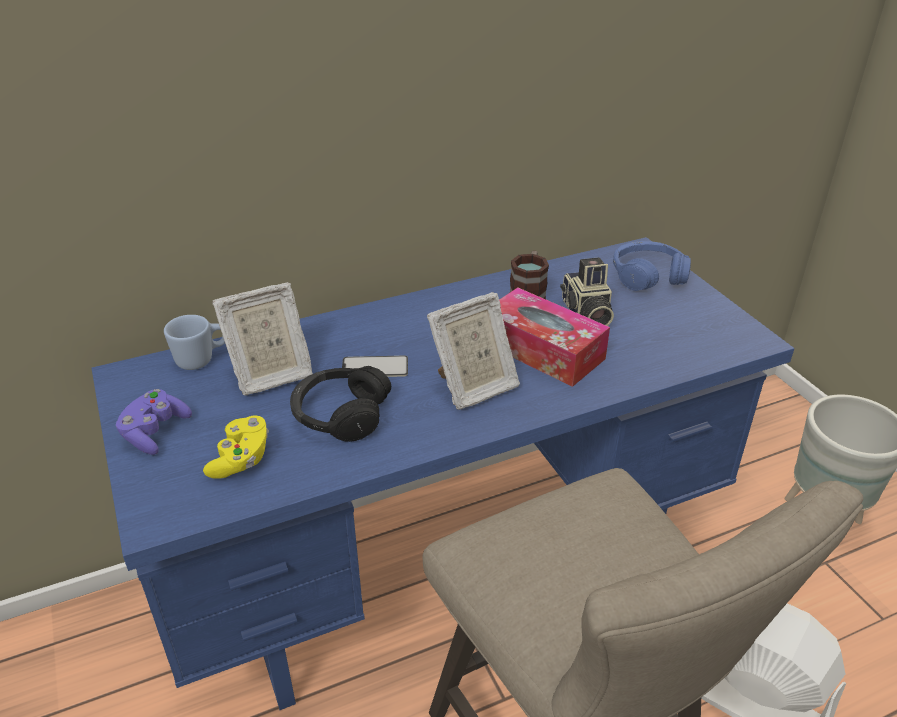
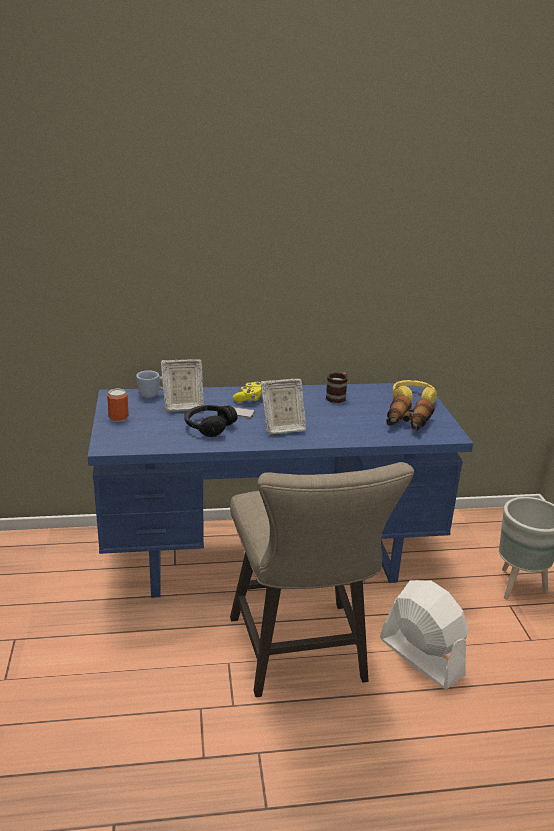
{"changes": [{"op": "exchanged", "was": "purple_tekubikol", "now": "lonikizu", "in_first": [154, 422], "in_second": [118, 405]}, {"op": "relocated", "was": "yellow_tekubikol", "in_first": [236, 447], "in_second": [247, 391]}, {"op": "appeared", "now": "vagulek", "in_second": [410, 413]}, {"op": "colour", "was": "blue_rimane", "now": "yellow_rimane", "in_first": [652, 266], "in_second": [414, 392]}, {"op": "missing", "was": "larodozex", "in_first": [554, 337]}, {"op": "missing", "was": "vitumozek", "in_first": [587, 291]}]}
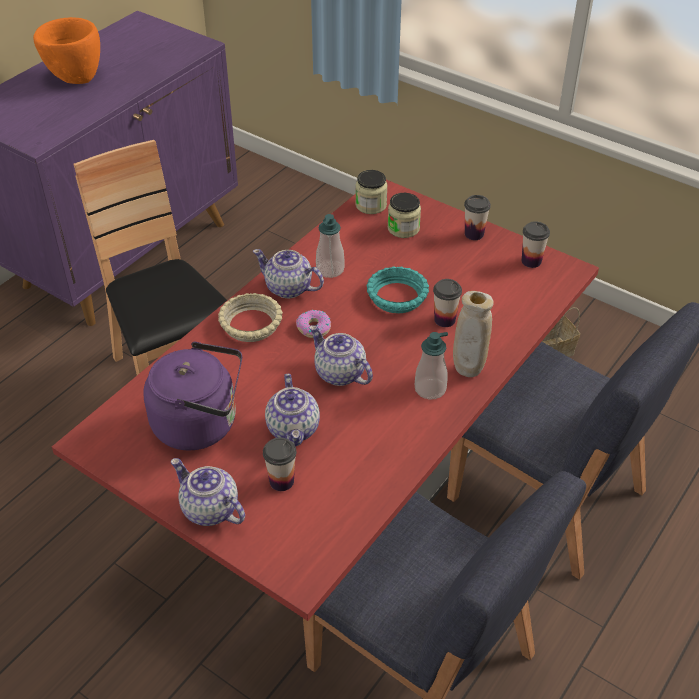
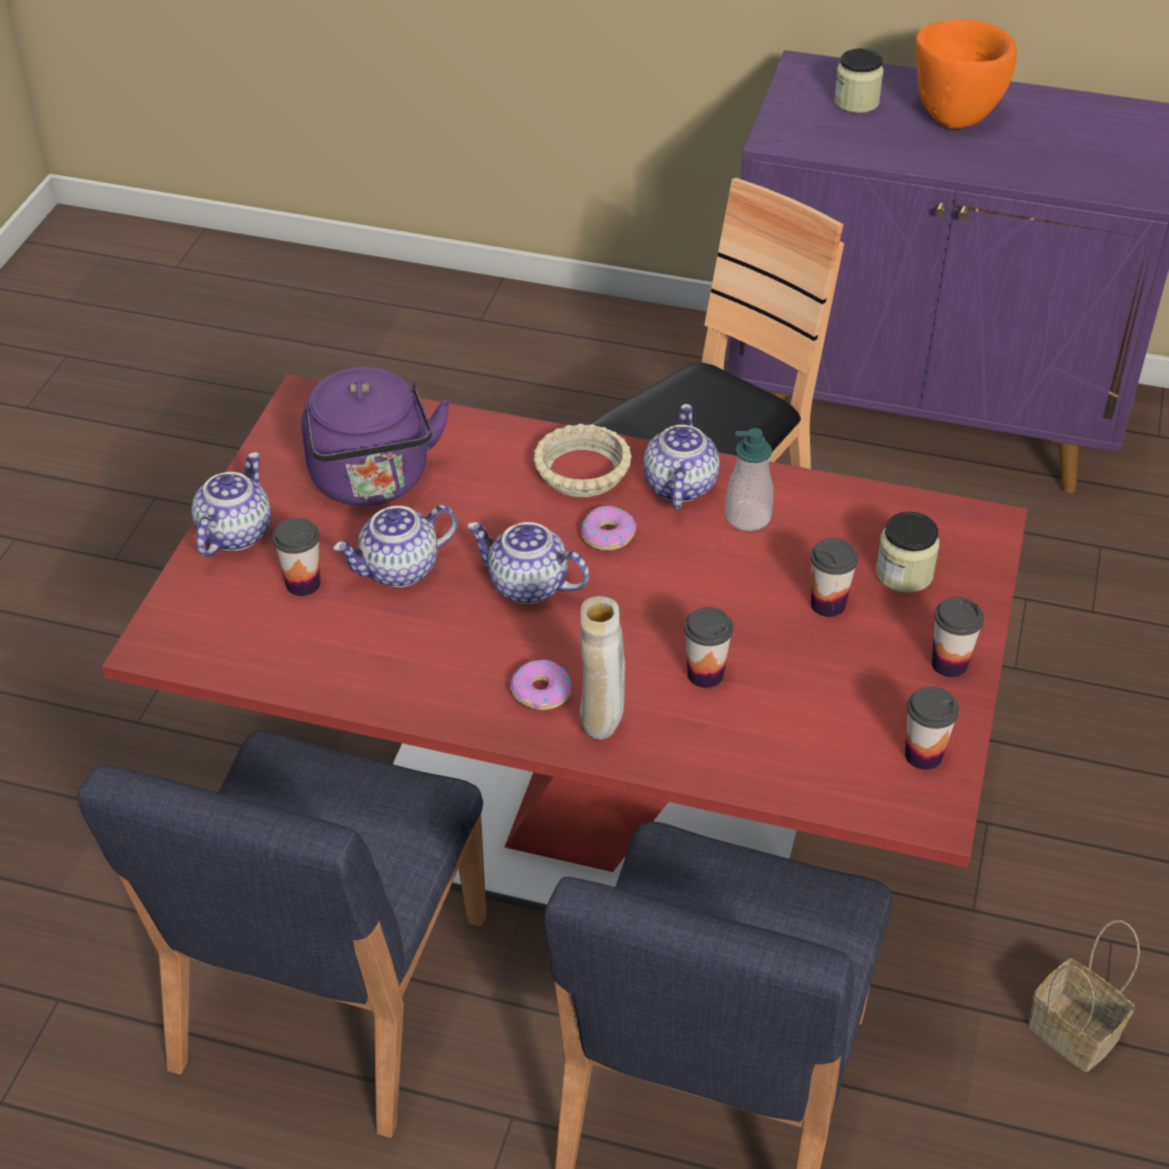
{"changes": [{"op": "spun", "was": "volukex", "in_first": [341, 355], "in_second": [528, 563], "clockwise": -90}, {"op": "exchanged", "was": "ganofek", "now": "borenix", "in_first": [431, 365], "in_second": [541, 684]}, {"op": "appeared", "now": "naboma", "in_second": [834, 577]}, {"op": "relocated", "was": "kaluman", "in_first": [371, 192], "in_second": [858, 80]}, {"op": "missing", "was": "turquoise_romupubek", "in_first": [397, 289]}]}
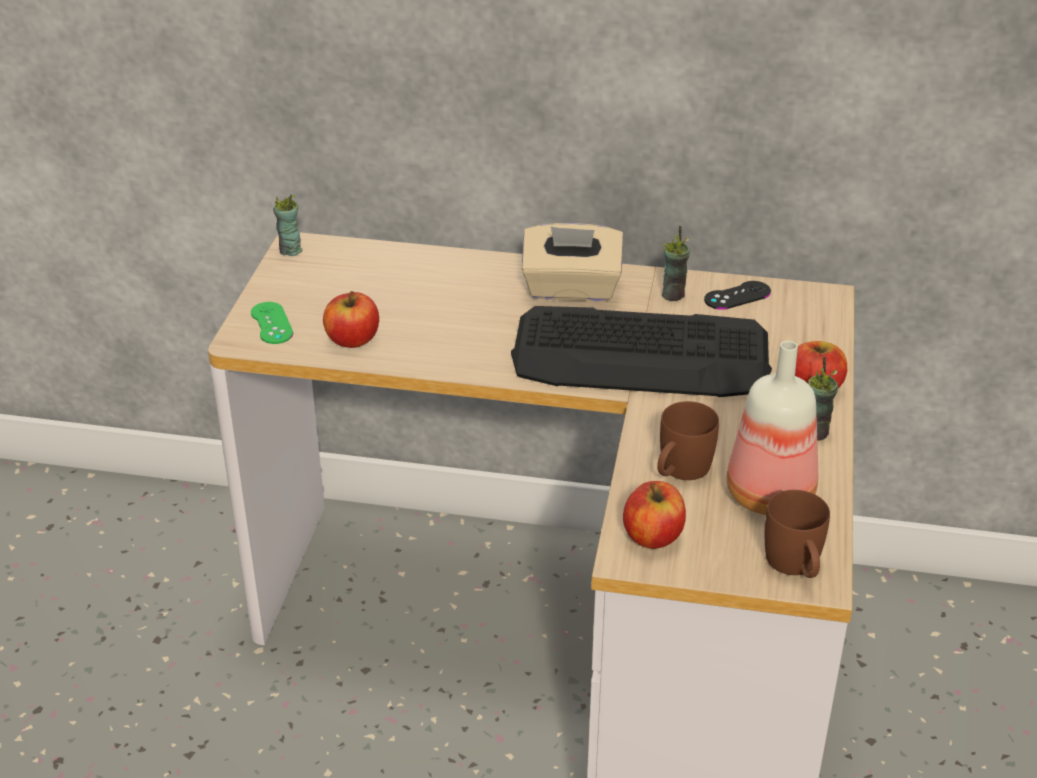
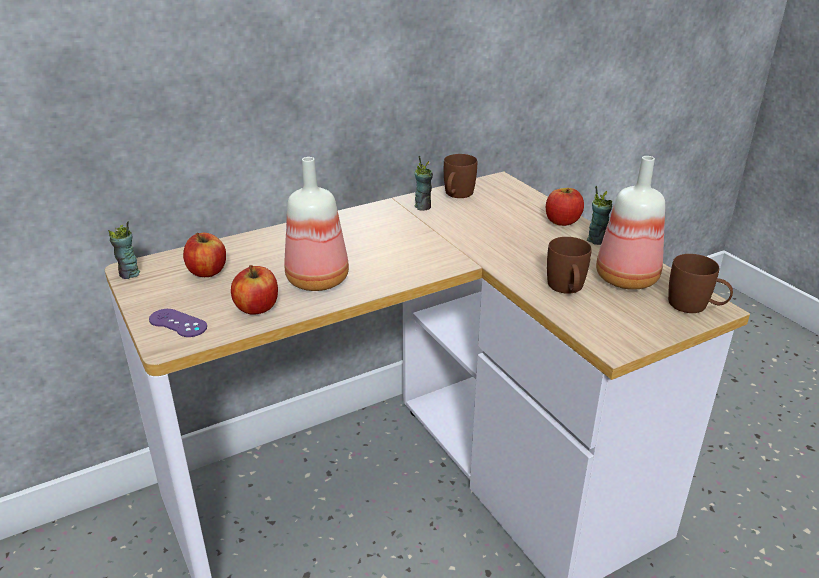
{"changes": [{"op": "colour", "was": "green_tekubikol", "now": "purple_tekubikol", "in_first": [272, 323], "in_second": [178, 323]}, {"op": "relocated", "was": "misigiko", "in_first": [654, 515], "in_second": [204, 255]}, {"op": "appeared", "now": "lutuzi", "in_second": [317, 224]}, {"op": "exchanged", "was": "black_tekubikol", "now": "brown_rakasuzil", "in_first": [737, 295], "in_second": [460, 176]}, {"op": "missing", "was": "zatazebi", "in_first": [641, 351]}, {"op": "missing", "was": "beige_larodozex", "in_first": [572, 262]}]}
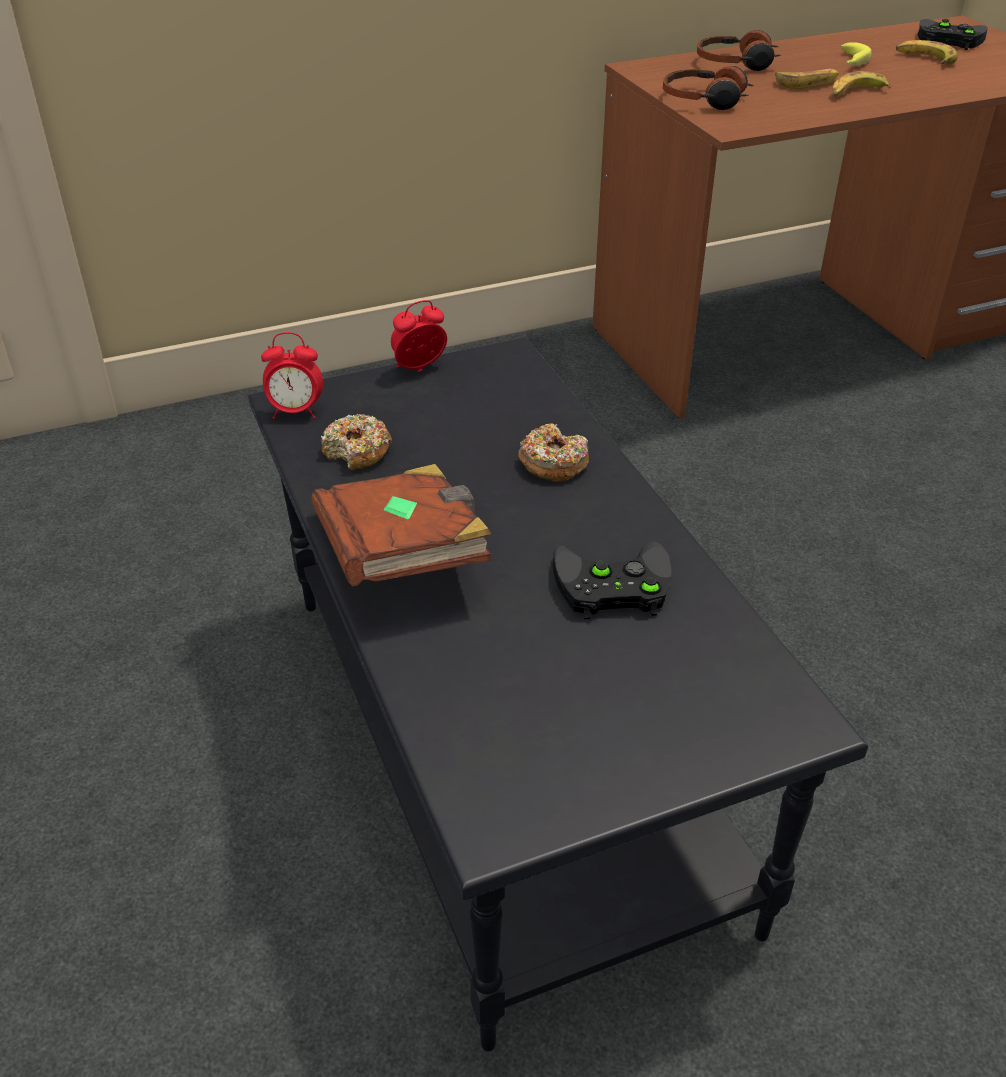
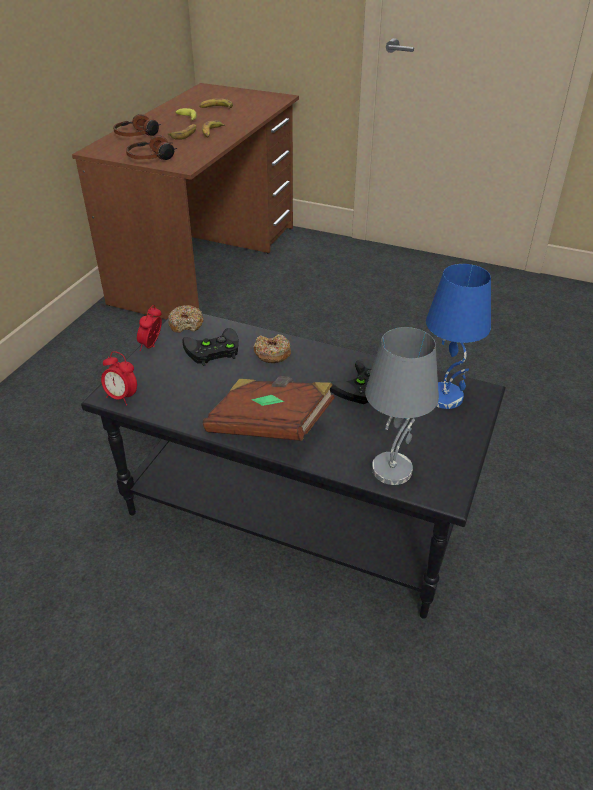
{"changes": [{"op": "spun", "was": "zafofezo", "in_first": [292, 375], "in_second": [119, 378], "clockwise": 75}, {"op": "relocated", "was": "borenix", "in_first": [356, 441], "in_second": [186, 319]}, {"op": "relocated", "was": "black_tekubikol", "in_first": [953, 34], "in_second": [210, 347]}, {"op": "appeared", "now": "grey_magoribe", "in_second": [402, 406]}, {"op": "appeared", "now": "blue_magoribe", "in_second": [458, 336]}]}
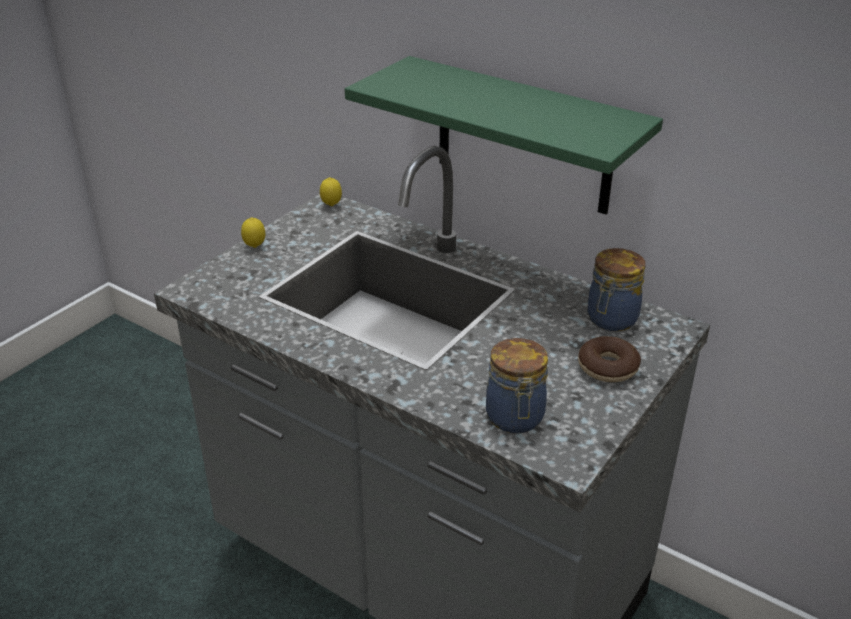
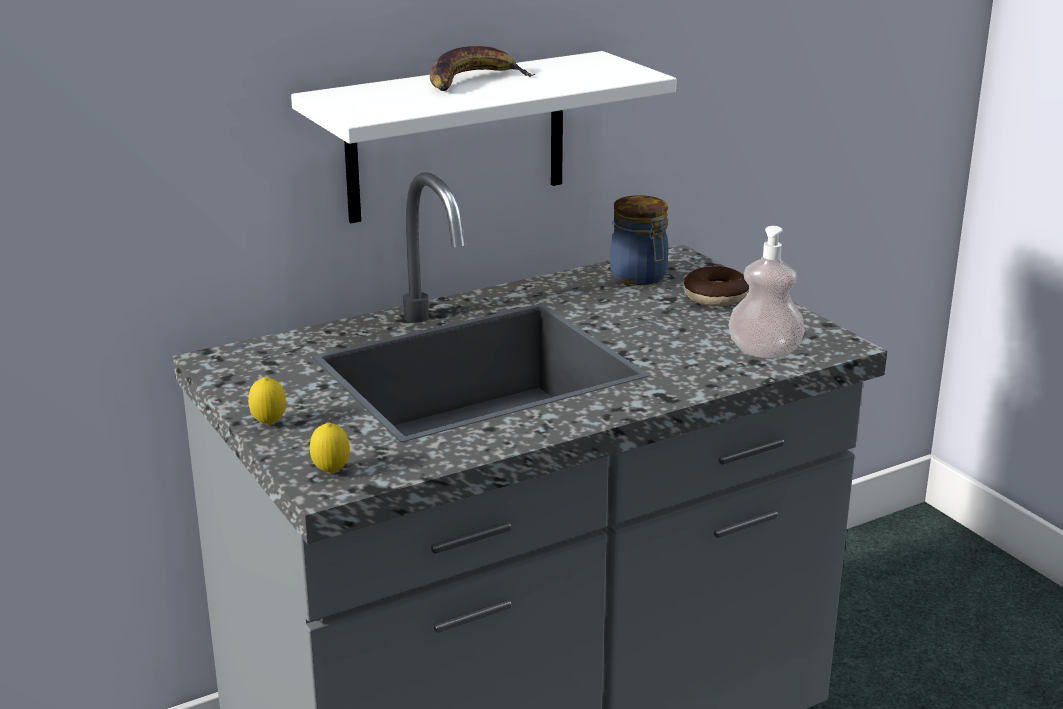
{"changes": [{"op": "colour", "was": "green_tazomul", "now": "white_tazomul", "in_first": [504, 135], "in_second": [484, 137]}, {"op": "relocated", "was": "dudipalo", "in_first": [331, 191], "in_second": [330, 448]}, {"op": "appeared", "now": "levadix", "in_second": [482, 68]}, {"op": "exchanged", "was": "kaluman", "now": "ganofek", "in_first": [517, 385], "in_second": [767, 292]}]}
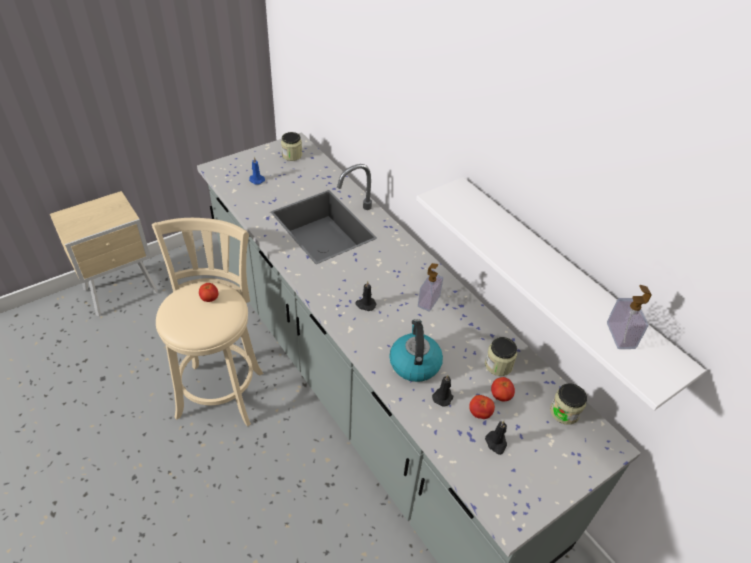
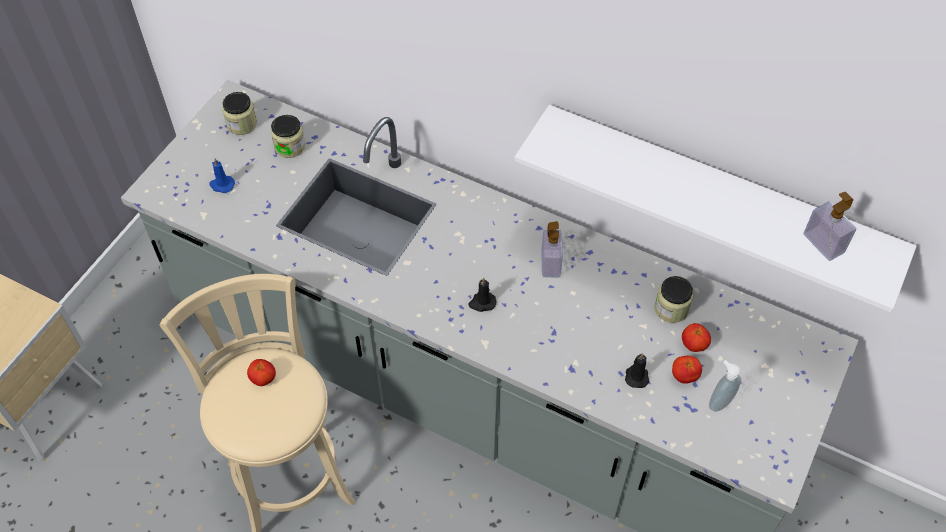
{"changes": [{"op": "relocated", "was": "kaluman", "in_first": [568, 404], "in_second": [288, 136]}, {"op": "exchanged", "was": "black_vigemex", "now": "ganofek", "in_first": [496, 437], "in_second": [725, 386]}, {"op": "missing", "was": "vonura", "in_first": [416, 350]}]}
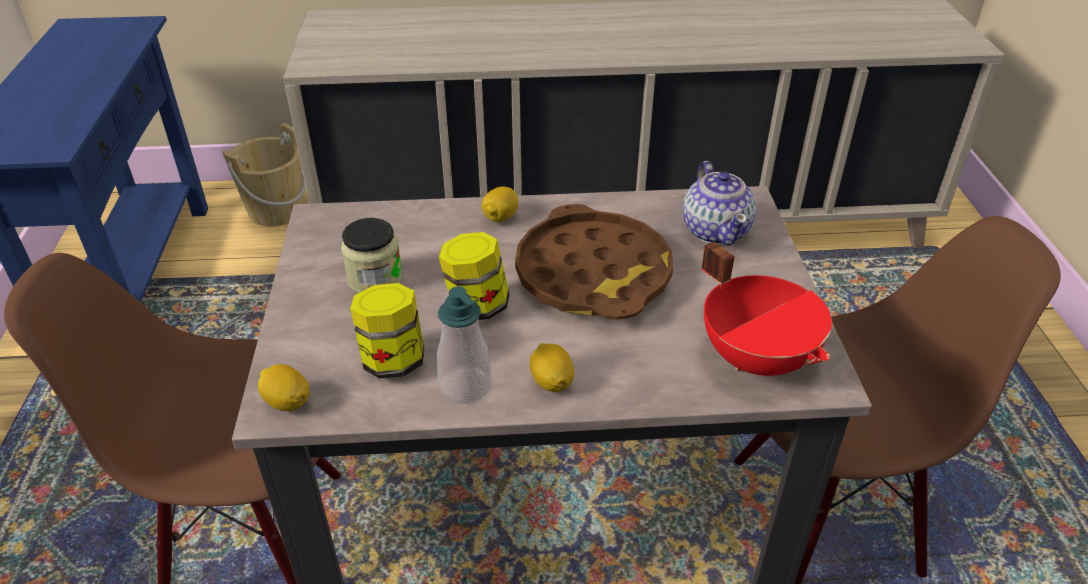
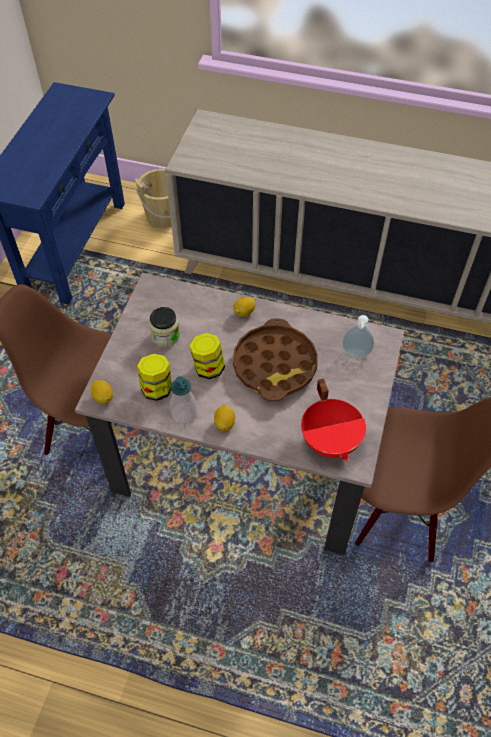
{"changes": [{"op": "exchanged", "was": "volukex", "now": "ganofek", "in_first": [719, 203], "in_second": [358, 336]}]}
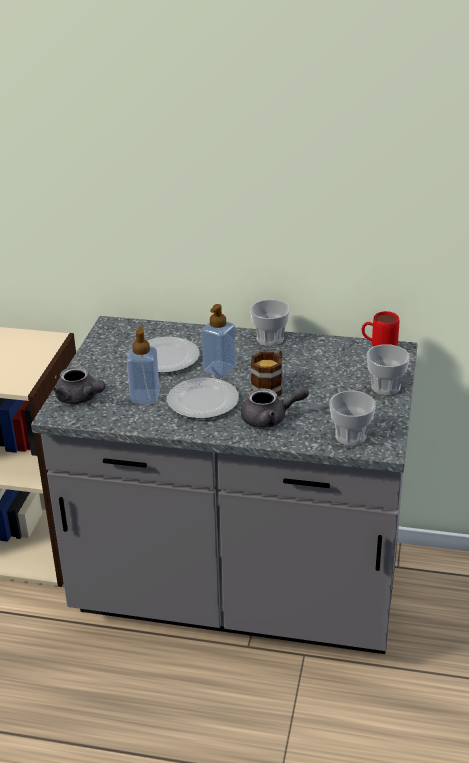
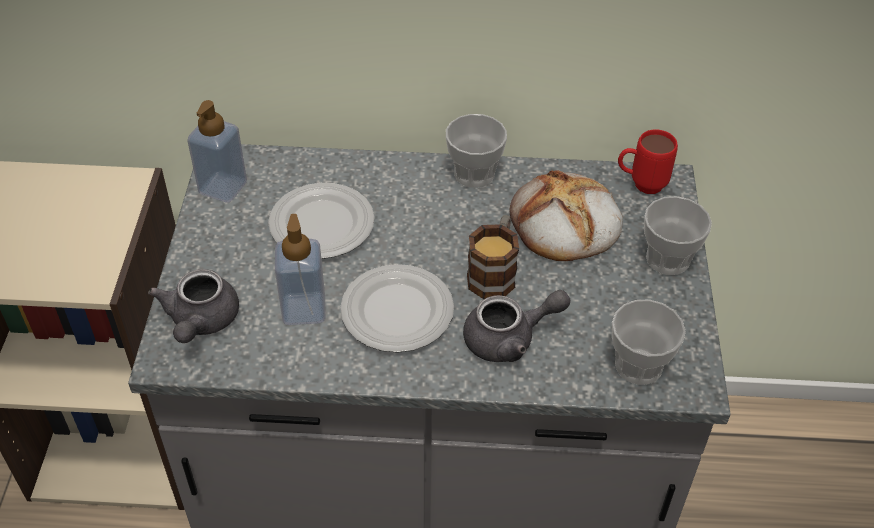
{"changes": [{"op": "spun", "was": "grey_volukex", "in_first": [79, 385], "in_second": [193, 306], "clockwise": 60}, {"op": "relocated", "was": "ganofek", "in_first": [219, 340], "in_second": [217, 151]}, {"op": "appeared", "now": "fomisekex", "in_second": [566, 215]}]}
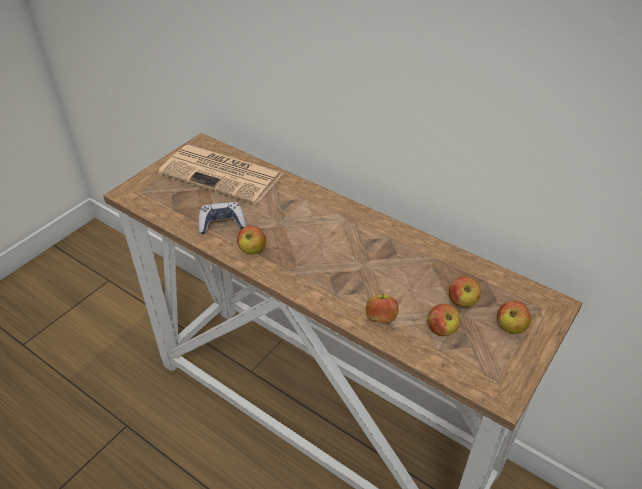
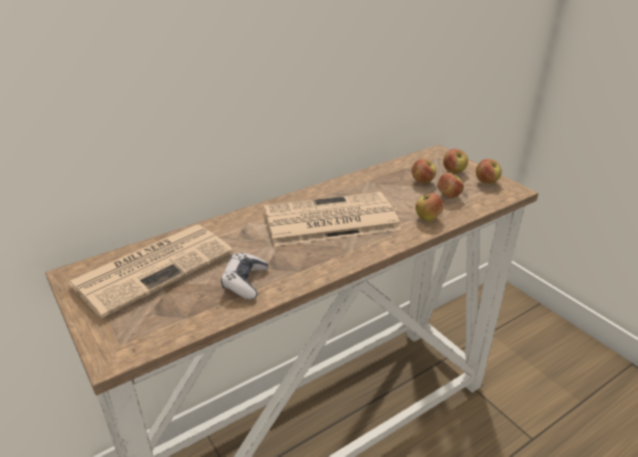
{"changes": [{"op": "appeared", "now": "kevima", "in_second": [332, 219]}, {"op": "relocated", "was": "misigiko", "in_first": [251, 239], "in_second": [489, 171]}]}
